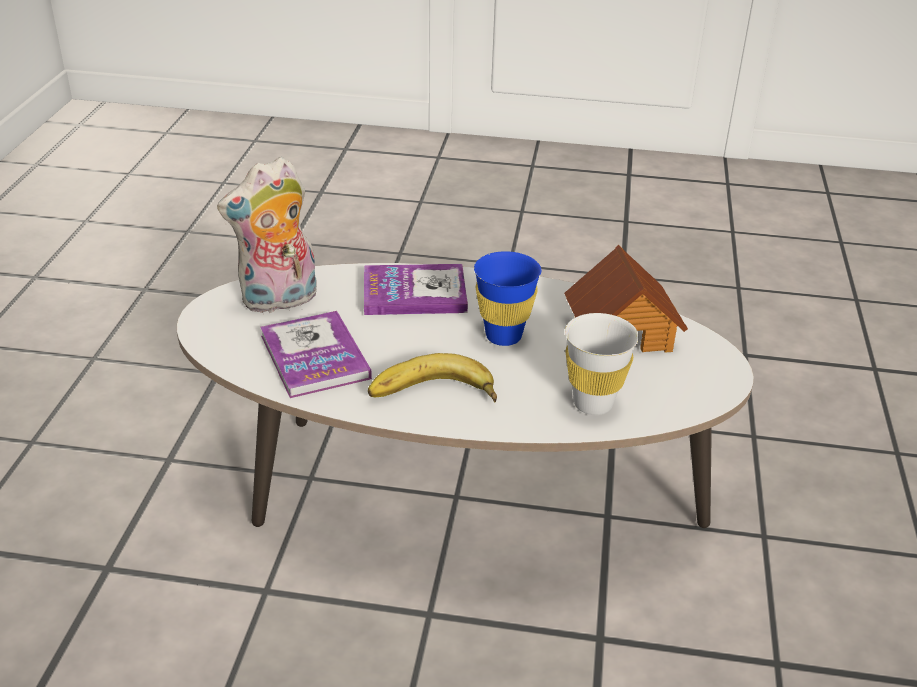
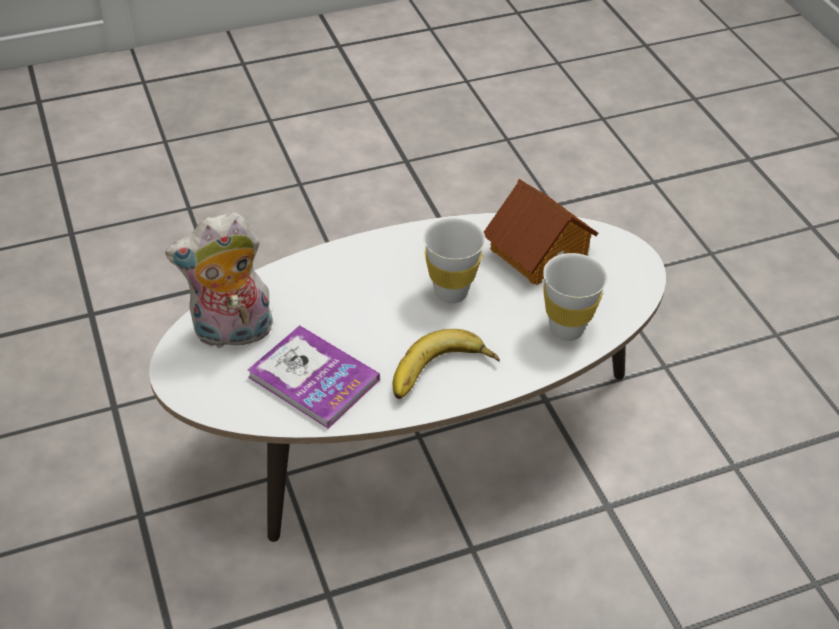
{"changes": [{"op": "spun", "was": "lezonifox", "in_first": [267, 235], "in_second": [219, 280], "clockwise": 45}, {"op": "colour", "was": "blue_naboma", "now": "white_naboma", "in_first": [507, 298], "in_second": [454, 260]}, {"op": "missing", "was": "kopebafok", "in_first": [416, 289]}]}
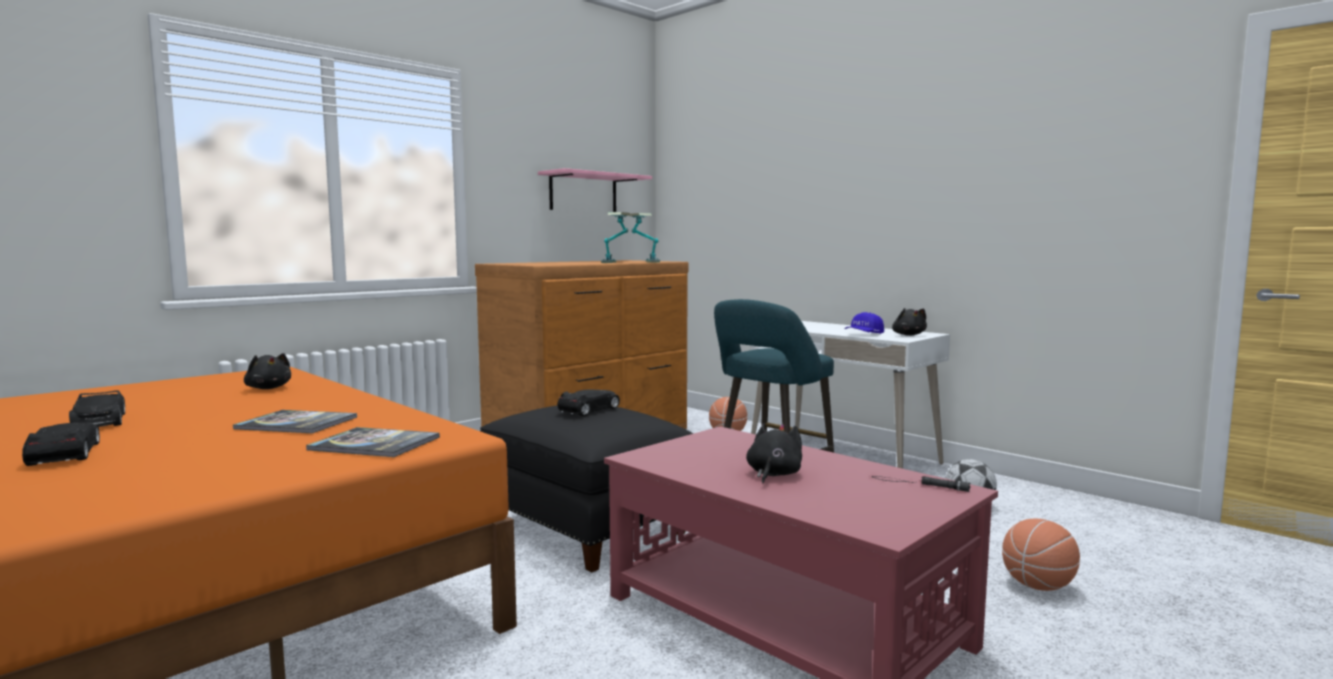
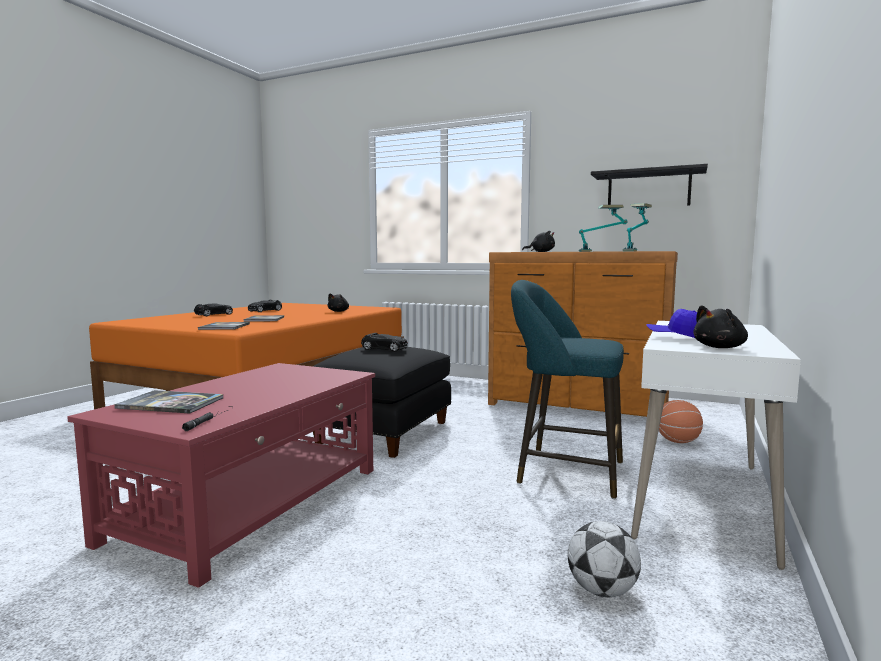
{"changes": [{"op": "appeared", "now": "kopebafok", "in_second": [168, 401]}, {"op": "relocated", "was": "black_lezonifox", "in_first": [774, 453], "in_second": [538, 241]}, {"op": "colour", "was": "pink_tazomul", "now": "black_tazomul", "in_first": [595, 190], "in_second": [649, 185]}, {"op": "missing", "was": "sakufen", "in_first": [1041, 554]}]}
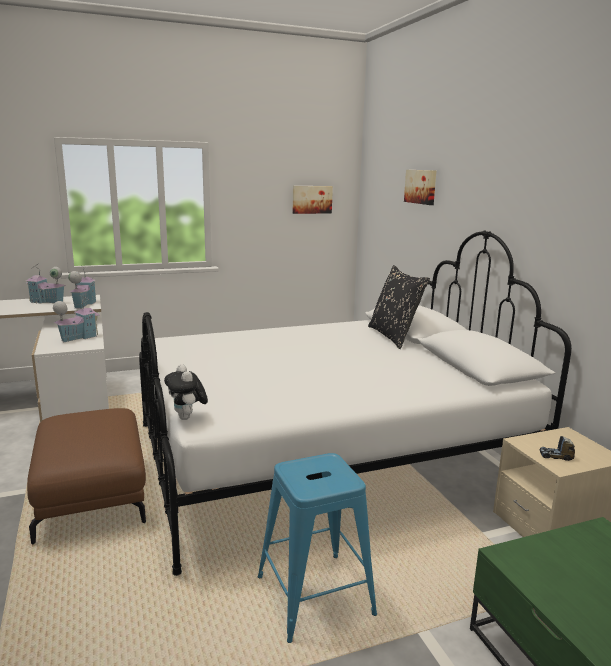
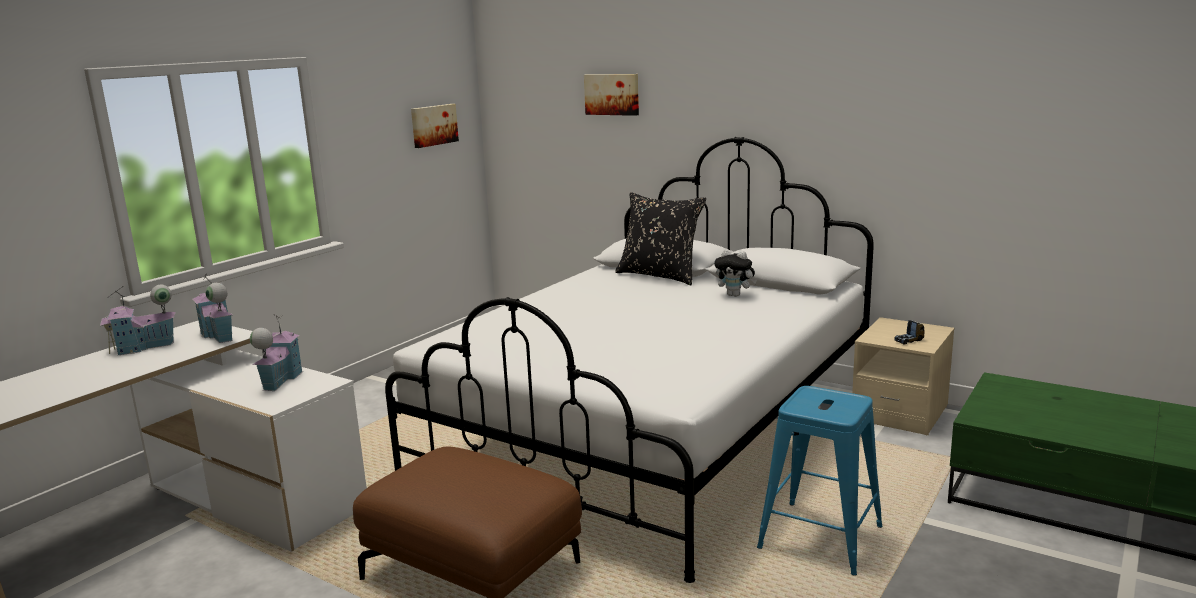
{"changes": [{"op": "relocated", "was": "lezonifox", "in_first": [186, 392], "in_second": [735, 273]}]}
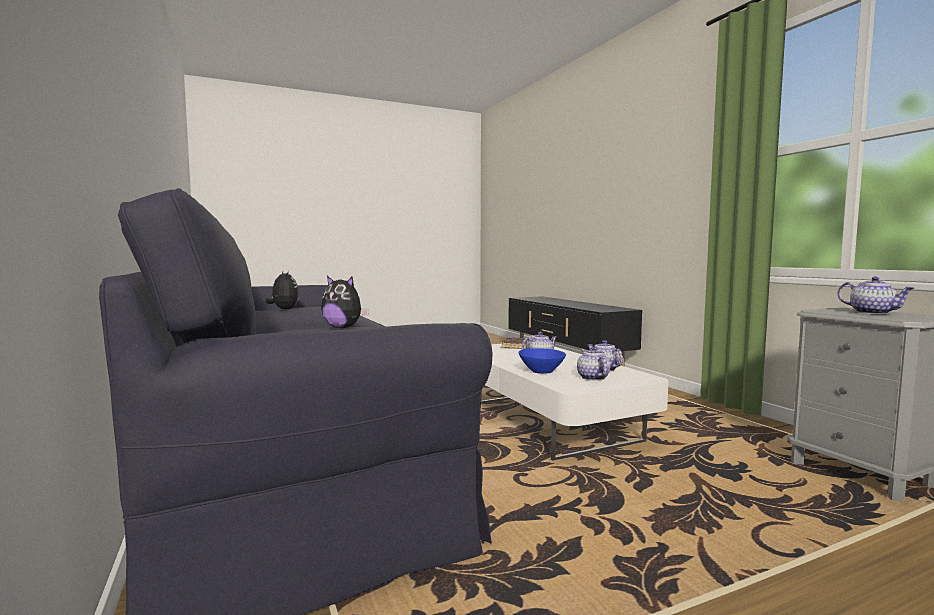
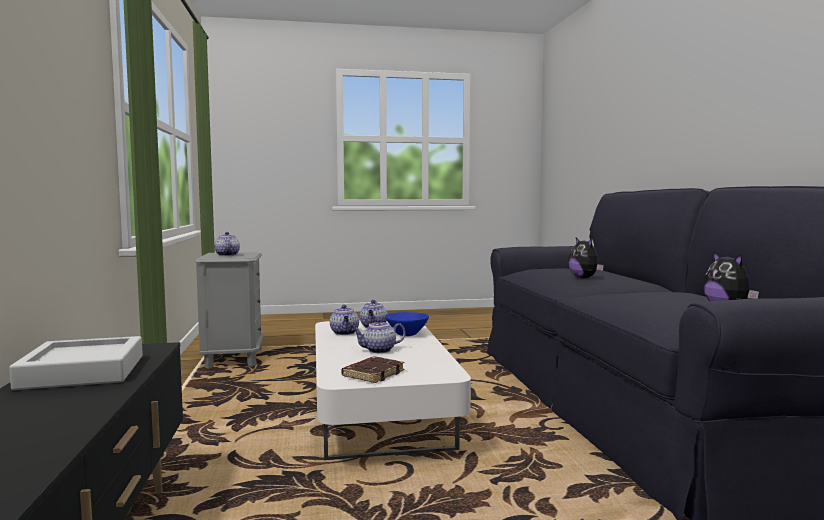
{"changes": [{"op": "appeared", "now": "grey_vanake", "in_second": [76, 363]}, {"op": "spun", "was": "lezonifox", "in_first": [345, 302], "in_second": [586, 258], "clockwise": -150}]}
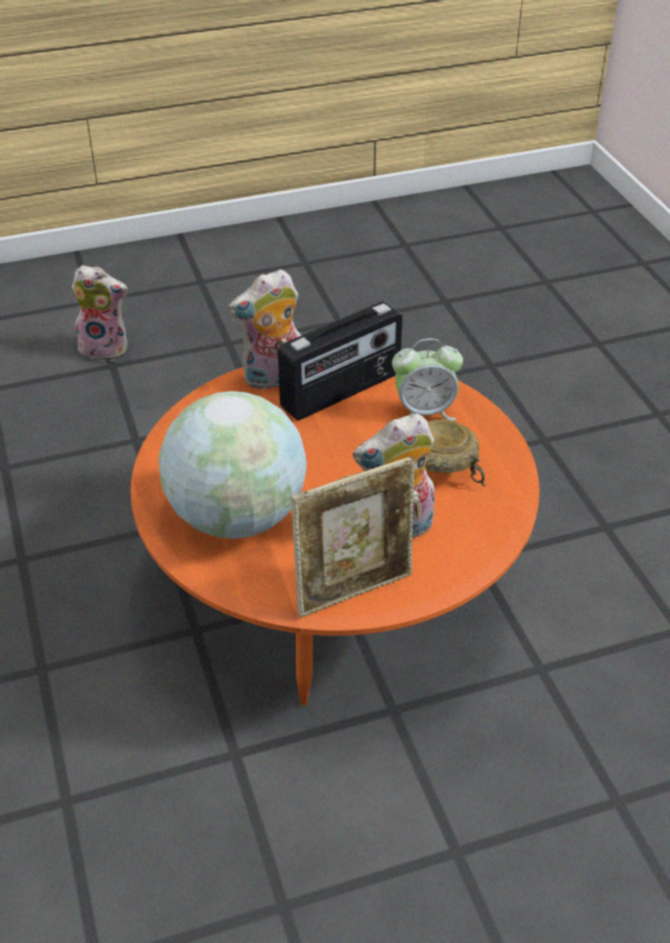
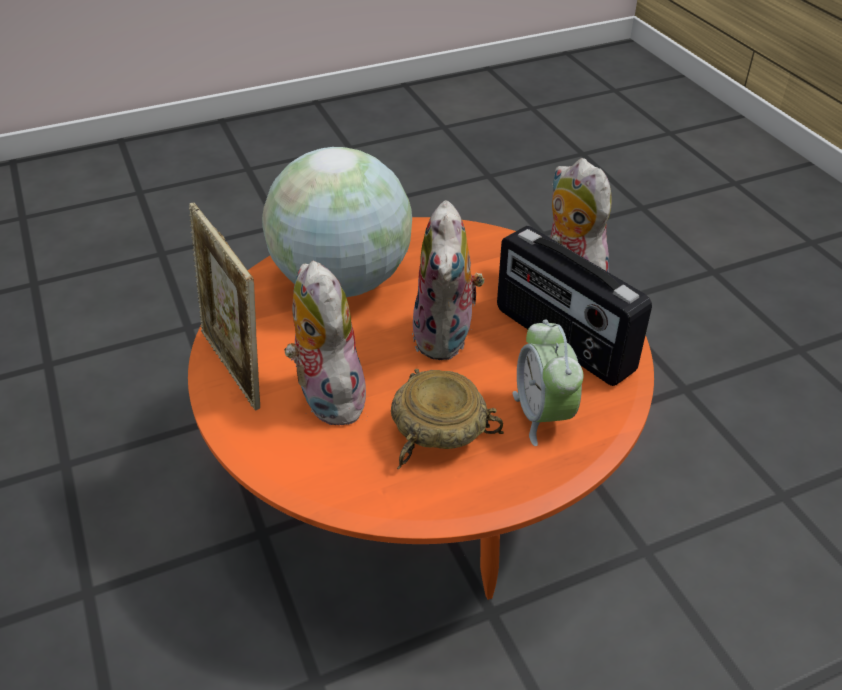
{"changes": [{"op": "relocated", "was": "lezonifox", "in_first": [100, 313], "in_second": [448, 280]}]}
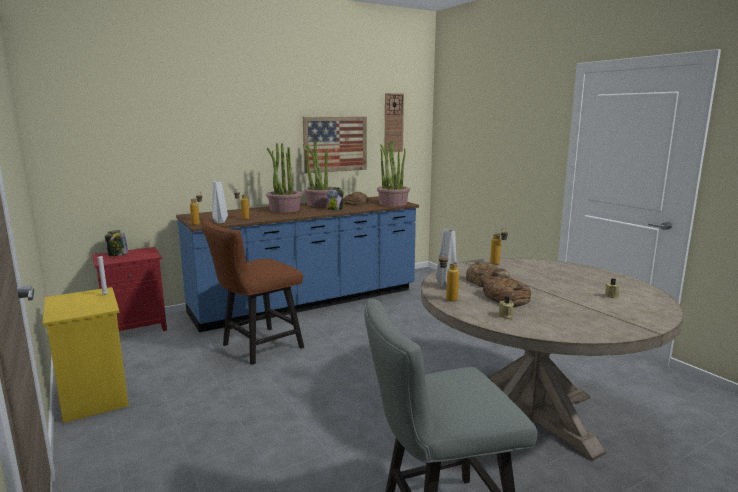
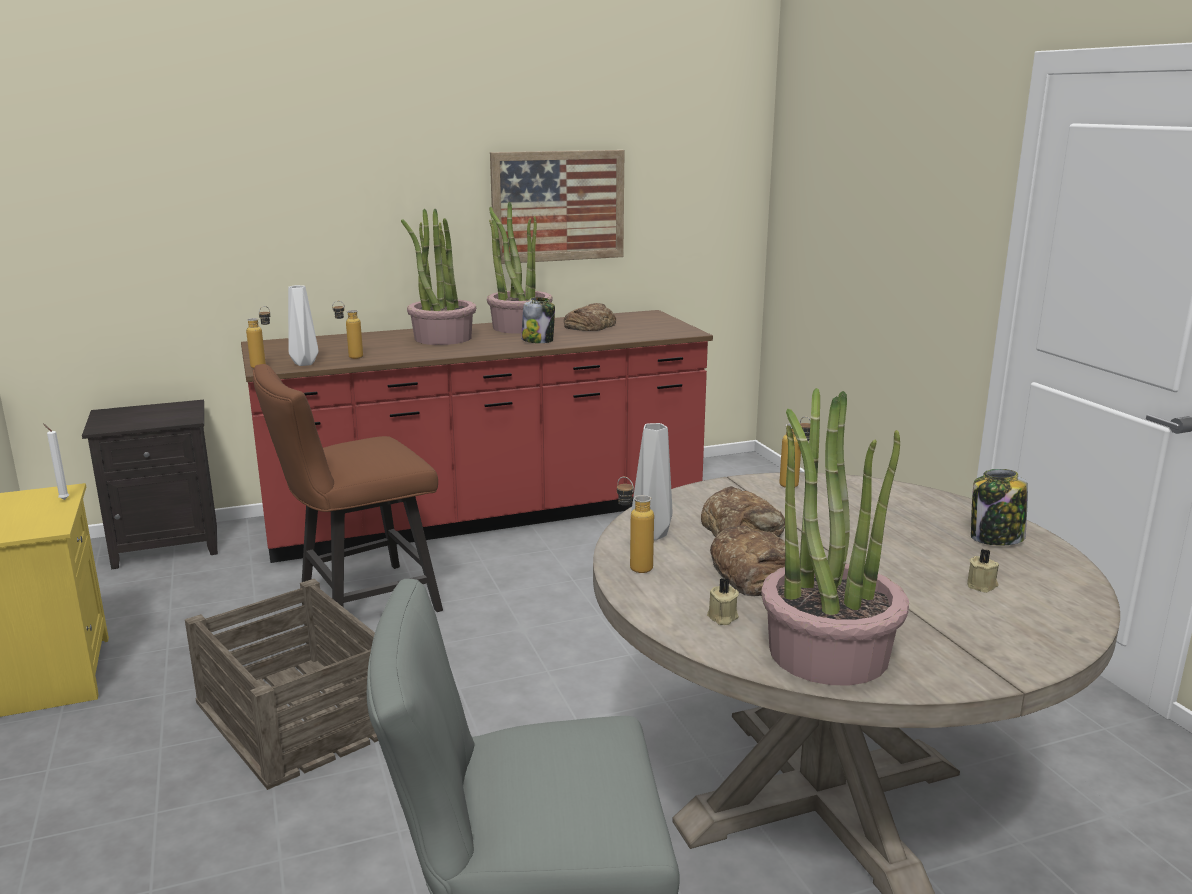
{"changes": [{"op": "colour", "was": "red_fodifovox", "now": "black_fodifovox", "in_first": [129, 289], "in_second": [150, 484]}, {"op": "appeared", "now": "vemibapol", "in_second": [281, 684]}, {"op": "colour", "was": "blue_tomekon", "now": "red_tomekon", "in_first": [297, 264], "in_second": [477, 436]}, {"op": "relocated", "was": "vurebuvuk", "in_first": [393, 173], "in_second": [835, 537]}, {"op": "relocated", "was": "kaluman", "in_first": [116, 243], "in_second": [999, 507]}, {"op": "missing", "was": "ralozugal", "in_first": [394, 122]}]}
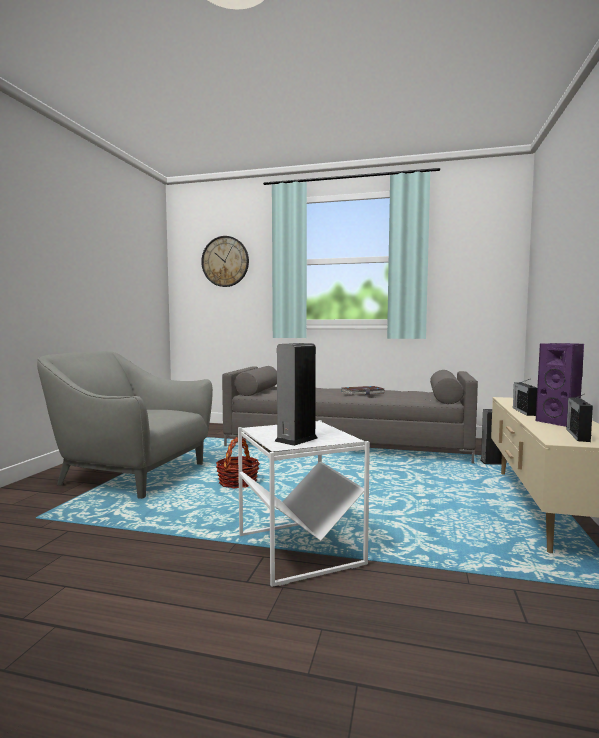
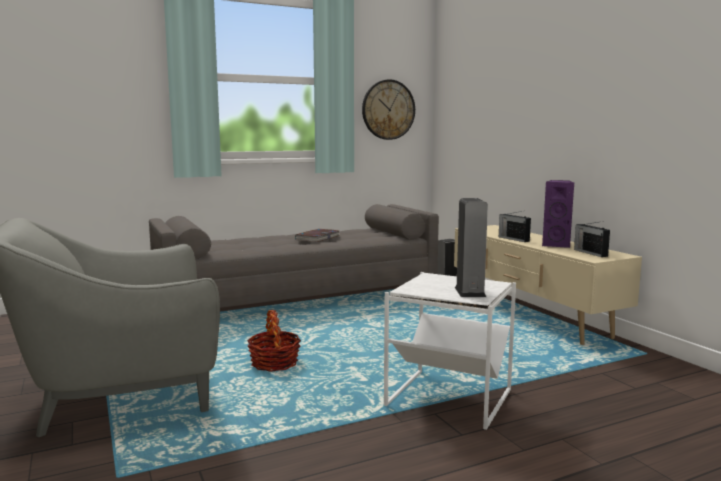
{"changes": [{"op": "relocated", "was": "ralozugal", "in_first": [225, 261], "in_second": [388, 109]}]}
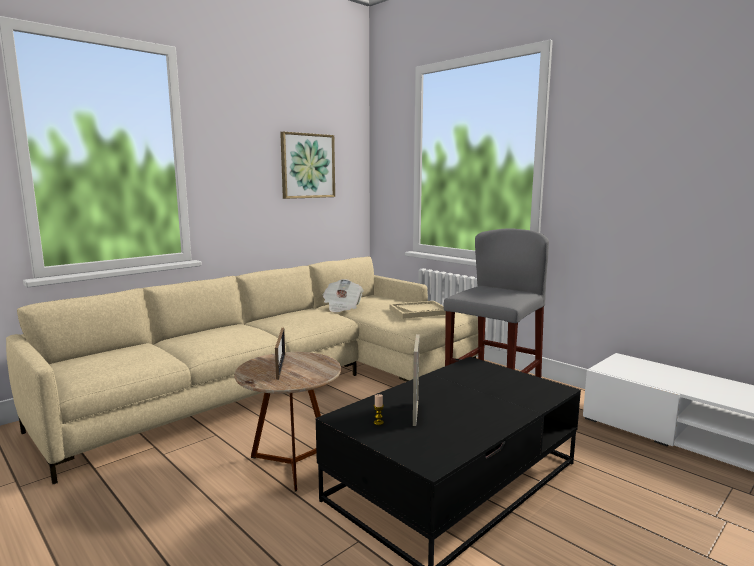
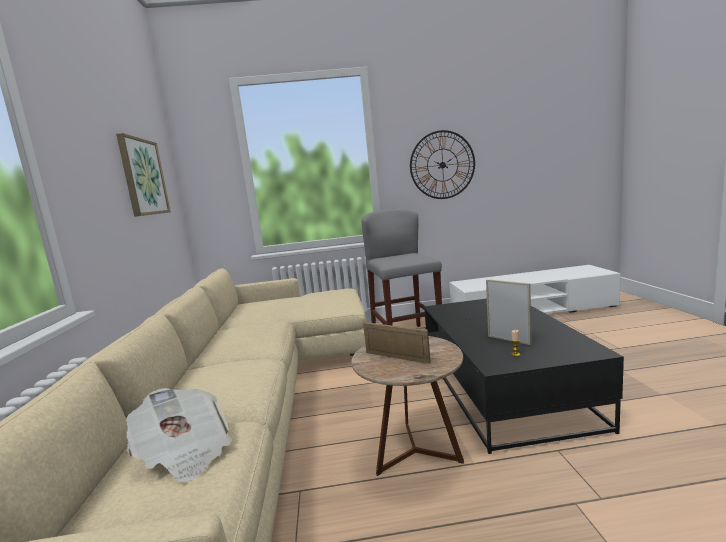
{"changes": [{"op": "relocated", "was": "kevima", "in_first": [343, 295], "in_second": [179, 435]}, {"op": "appeared", "now": "ralozugal", "in_second": [442, 164]}, {"op": "missing", "was": "beige_vanake", "in_first": [417, 310]}]}
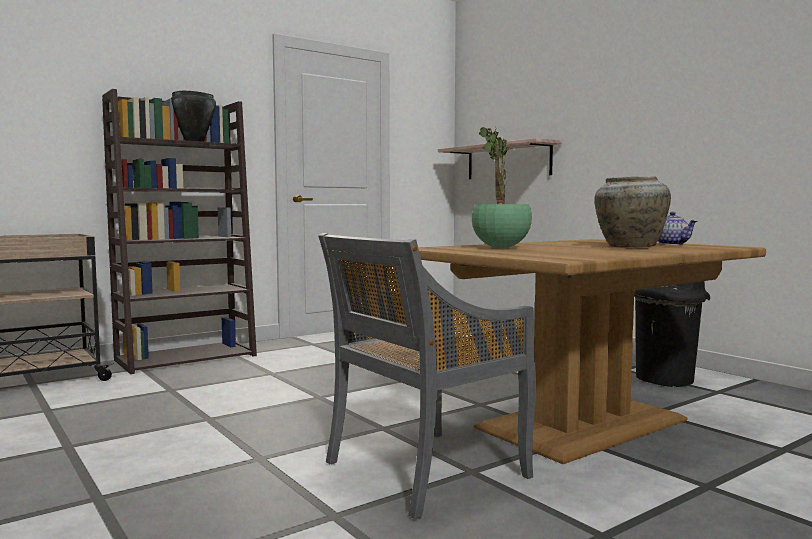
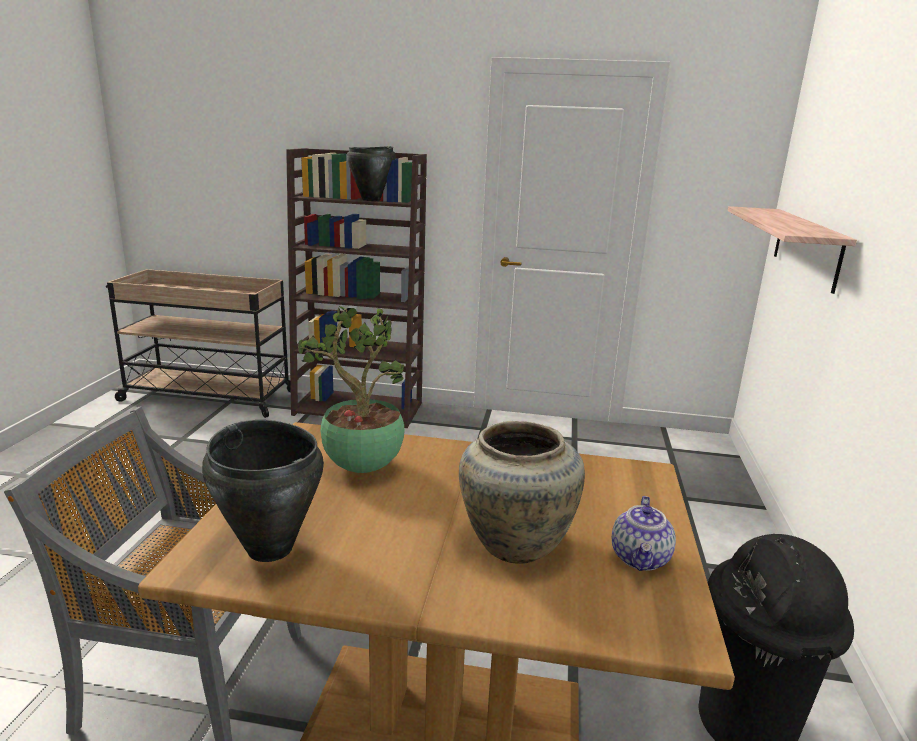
{"changes": [{"op": "appeared", "now": "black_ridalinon", "in_second": [263, 491]}]}
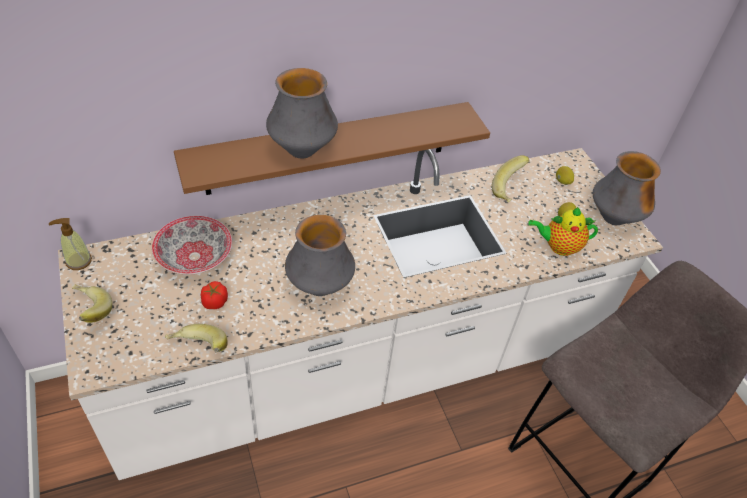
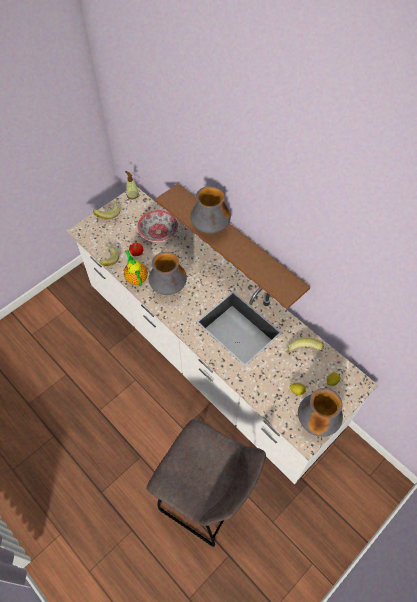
{"changes": [{"op": "relocated", "was": "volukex", "in_first": [563, 231], "in_second": [136, 268]}]}
